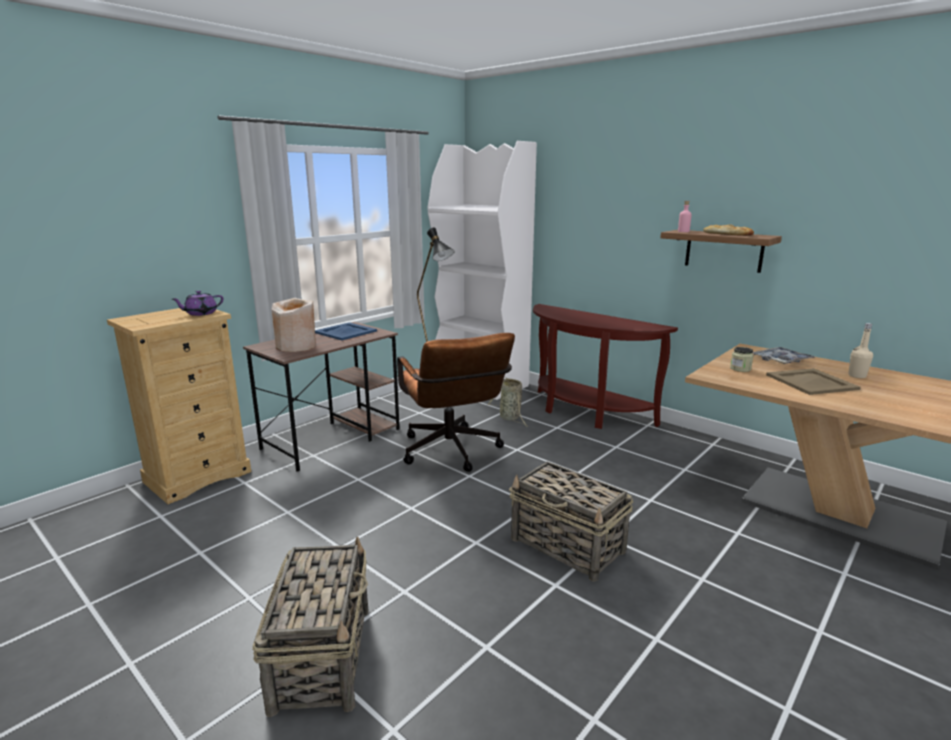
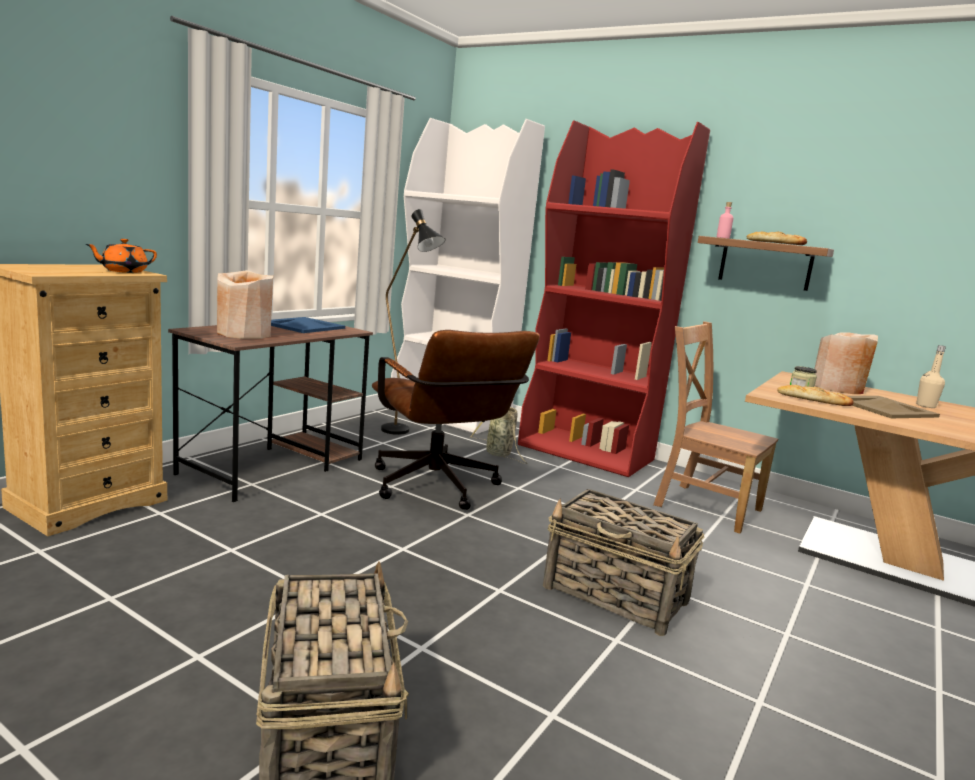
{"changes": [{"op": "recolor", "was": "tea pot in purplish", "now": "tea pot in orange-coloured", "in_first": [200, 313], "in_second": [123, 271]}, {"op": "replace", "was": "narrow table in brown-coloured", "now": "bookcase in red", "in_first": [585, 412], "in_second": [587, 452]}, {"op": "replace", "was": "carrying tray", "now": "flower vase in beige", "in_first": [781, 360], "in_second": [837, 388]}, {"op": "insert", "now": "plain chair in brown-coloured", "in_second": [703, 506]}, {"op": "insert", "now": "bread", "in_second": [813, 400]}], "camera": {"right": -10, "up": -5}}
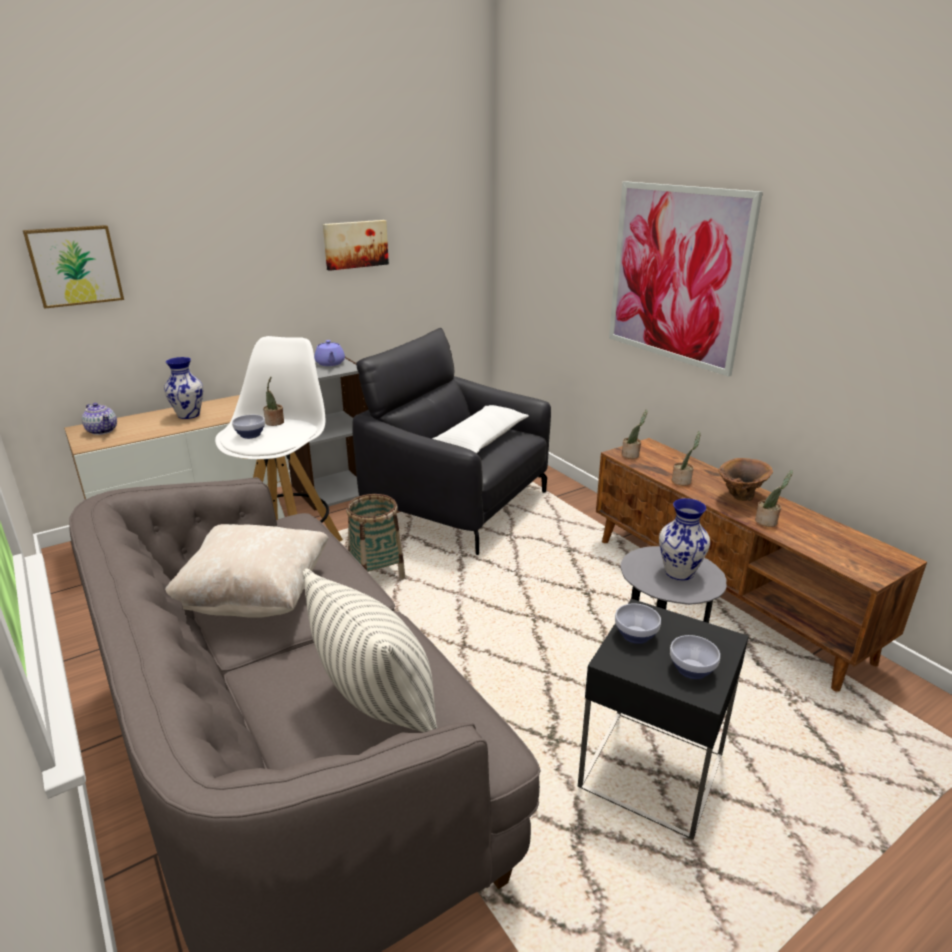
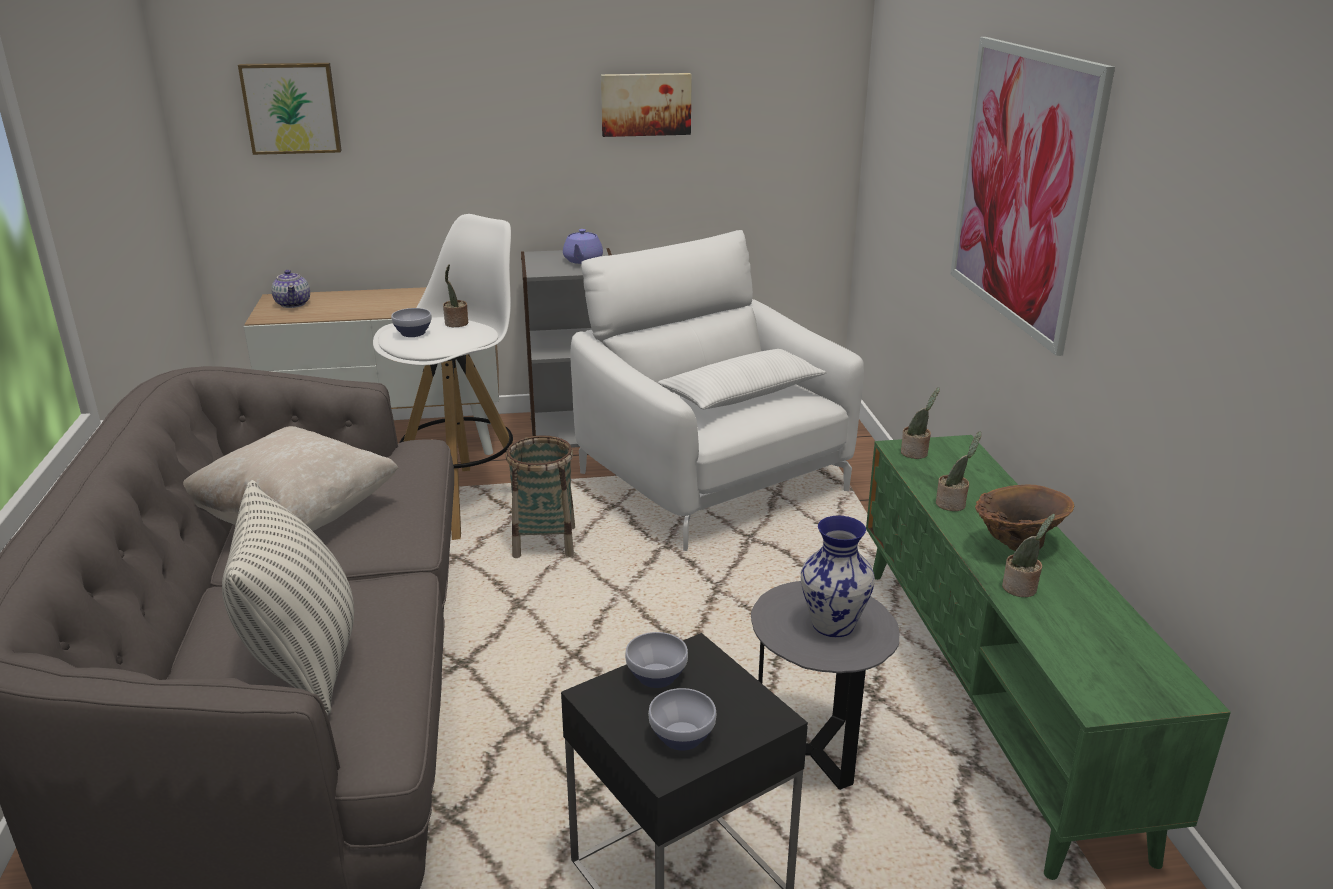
{"changes": [{"op": "delete", "was": "flower vase", "in_first": [189, 415]}, {"op": "recolor", "was": "lounge chair in blackish", "now": "lounge chair in white", "in_first": [457, 505], "in_second": [713, 482]}, {"op": "recolor", "was": "tv unit in brown-coloured", "now": "tv unit in green", "in_first": [723, 595], "in_second": [992, 697]}], "camera": {"right": 25, "up": 0}}
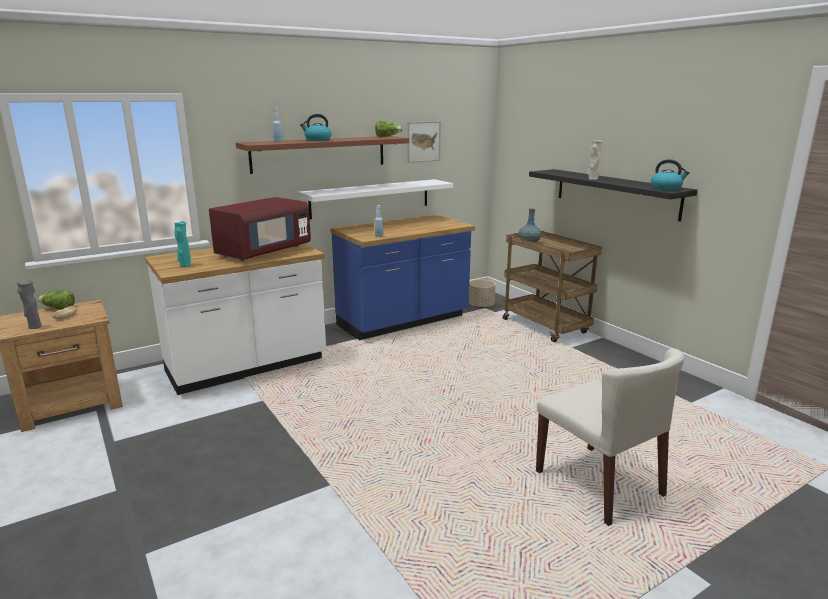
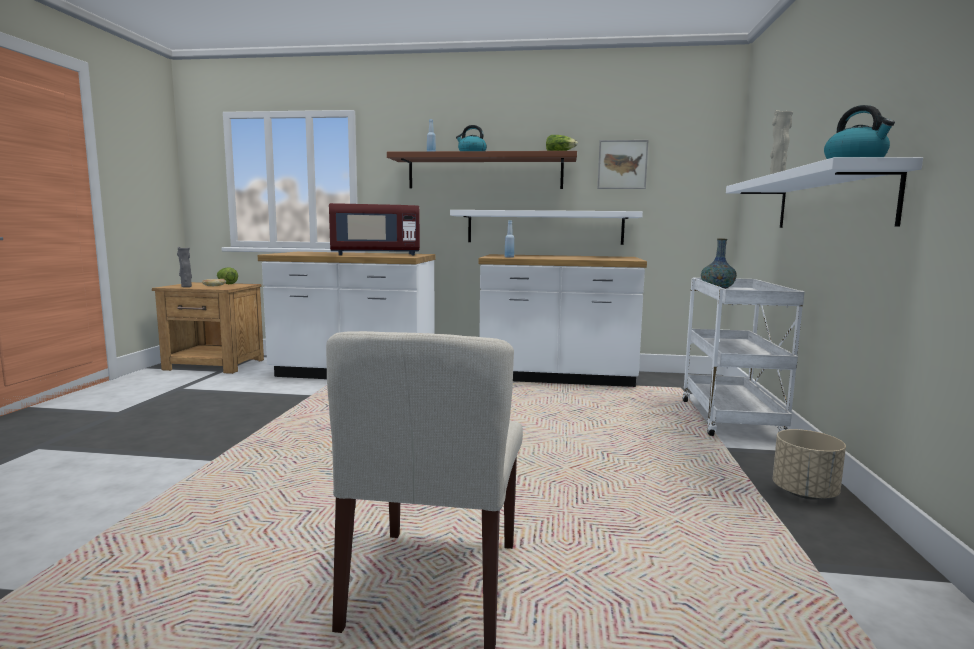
{"changes": [{"op": "delete", "was": "flower vase in turquoise-coloured", "in_first": [185, 265]}, {"op": "recolor", "was": "counter in blue", "now": "counter in white", "in_first": [403, 322], "in_second": [557, 378]}, {"op": "move", "was": "planter in beige", "in_first": [481, 306], "in_second": [805, 493]}, {"op": "recolor", "was": "cart in brown-coloured", "now": "cart in white", "in_first": [546, 327], "in_second": [731, 421]}, {"op": "recolor", "was": "shelf in blackish", "now": "shelf in white", "in_first": [615, 193], "in_second": [830, 201]}], "camera": {"right": 40, "up": -10}}
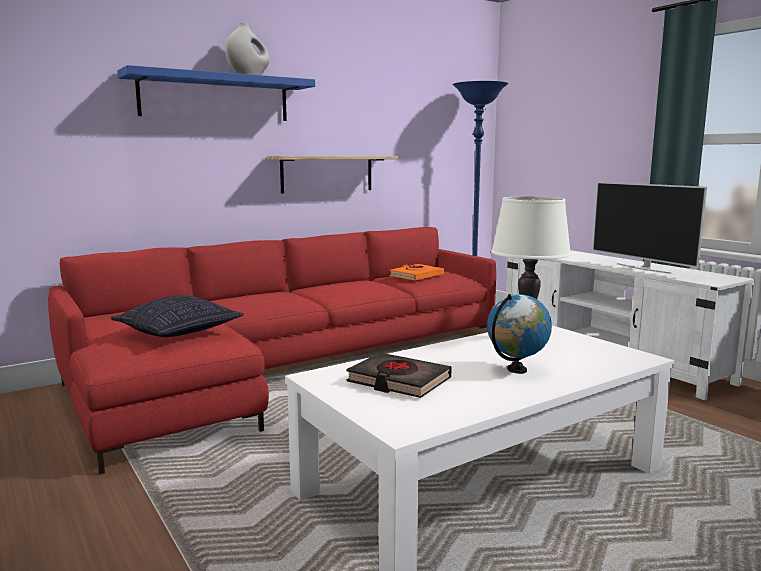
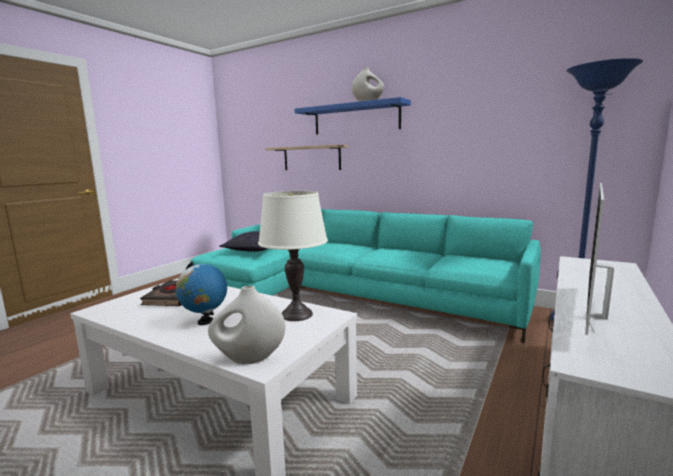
{"changes": [{"op": "recolor", "was": "couch in red", "now": "couch in turquoise-coloured", "in_first": [285, 369], "in_second": [348, 296]}, {"op": "move", "was": "shelf", "in_first": [327, 173], "in_second": [311, 158]}, {"op": "delete", "was": "bound book in orange-coloured", "in_first": [416, 276]}, {"op": "insert", "now": "flower vase in white", "in_second": [249, 359]}], "camera": {"right": 65, "up": 0}}
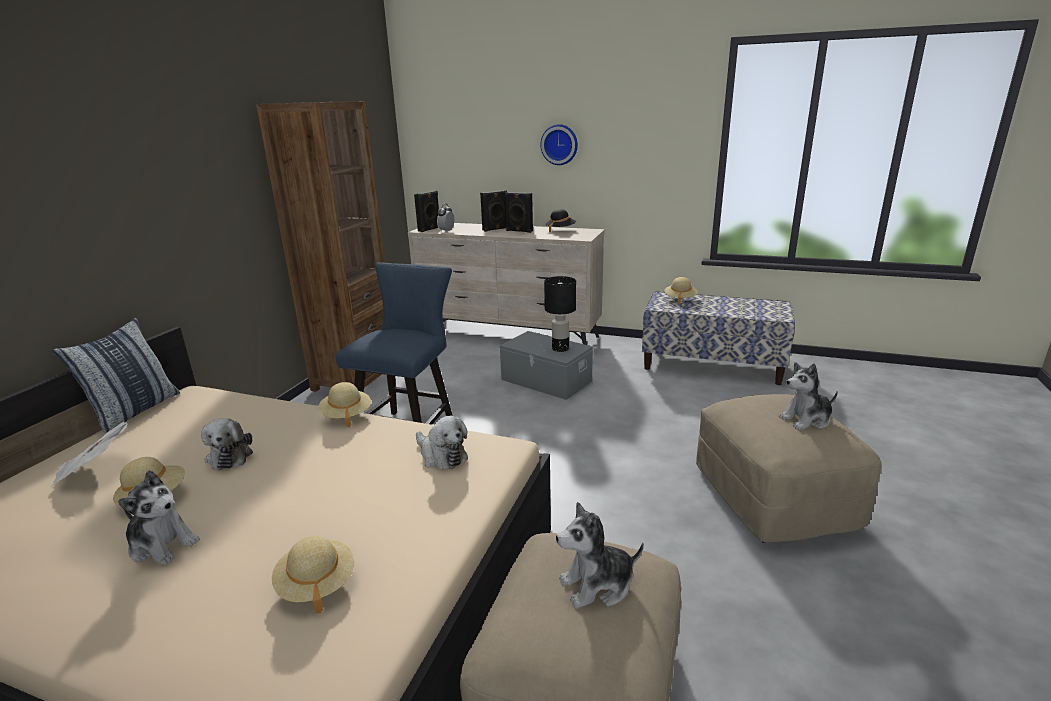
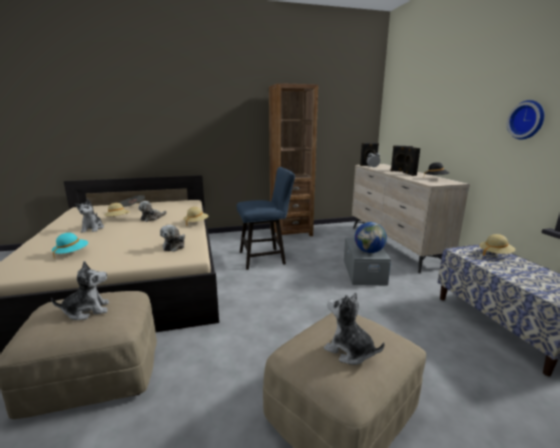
{"changes": [{"op": "delete", "was": "pillow", "in_first": [135, 411]}, {"op": "recolor", "was": "clothing hat in beige", "now": "clothing hat in turquoise-coloured", "in_first": [316, 584], "in_second": [71, 253]}, {"op": "move", "was": "wall clock", "in_first": [560, 144], "in_second": [527, 120]}, {"op": "replace", "was": "lamp for a table in blackish", "now": "globe", "in_first": [560, 348], "in_second": [369, 251]}, {"op": "rotate", "was": "soft toy", "in_first": [597, 585], "in_second": [87, 310], "clockwise": 120}], "camera": {"right": 55, "up": -5}}
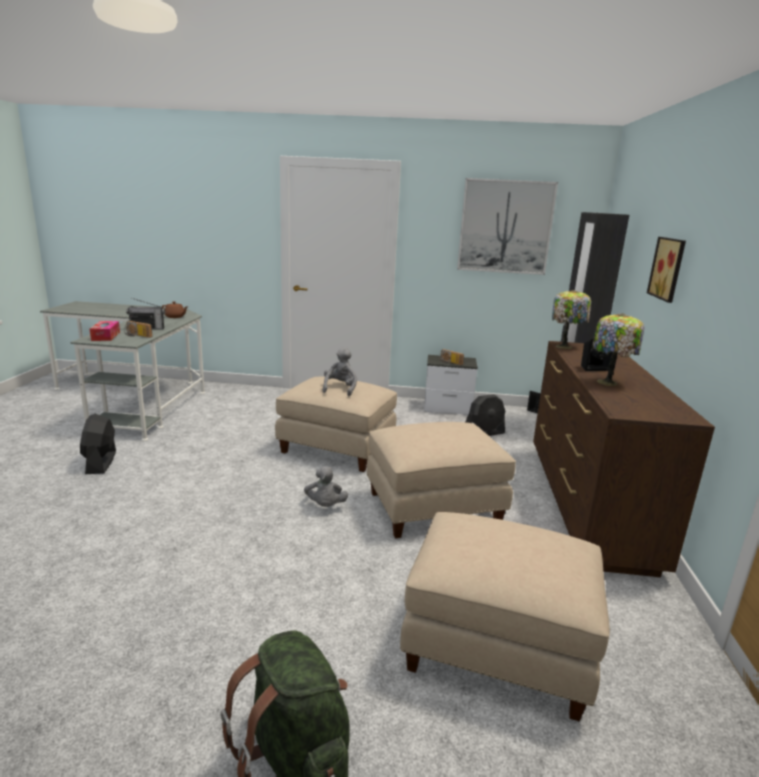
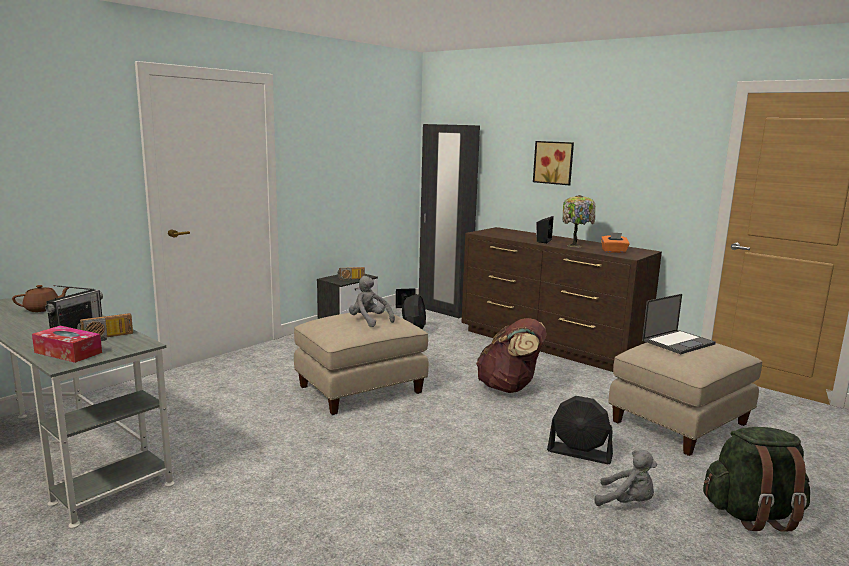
{"changes": [{"op": "move", "was": "fan in blackish", "in_first": [101, 462], "in_second": [580, 453]}, {"op": "move", "was": "soft toy in gray", "in_first": [325, 506], "in_second": [627, 502]}, {"op": "replace", "was": "pouffe in beige", "now": "rucksack in brown-coloured", "in_first": [433, 509], "in_second": [510, 387]}, {"op": "delete", "was": "wall art", "in_first": [505, 227]}, {"op": "delete", "was": "lamp for a table", "in_first": [565, 346]}, {"op": "insert", "now": "tissue holder in orange-coloured", "in_second": [614, 251]}, {"op": "insert", "now": "notebook computer", "in_second": [678, 342]}], "camera": {"right": -55, "up": -5}}
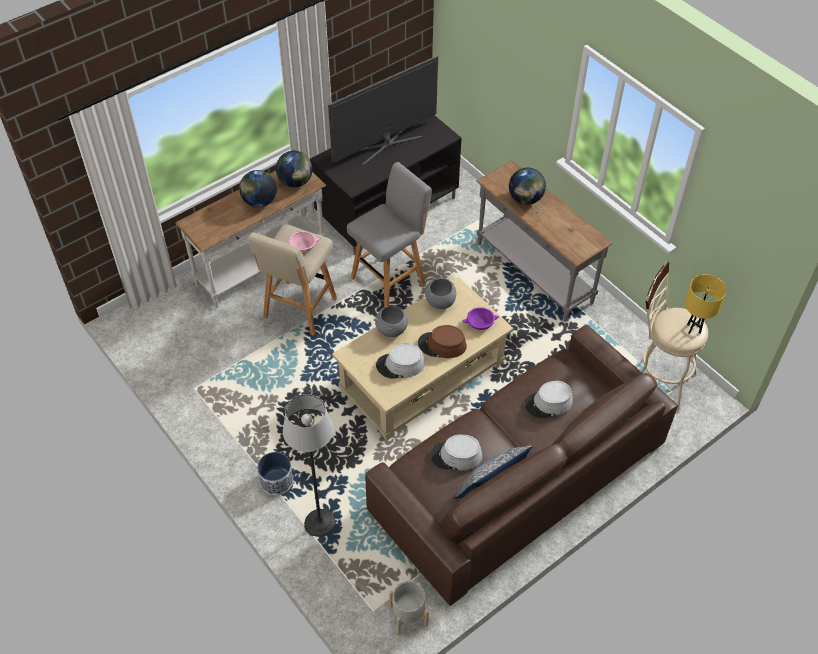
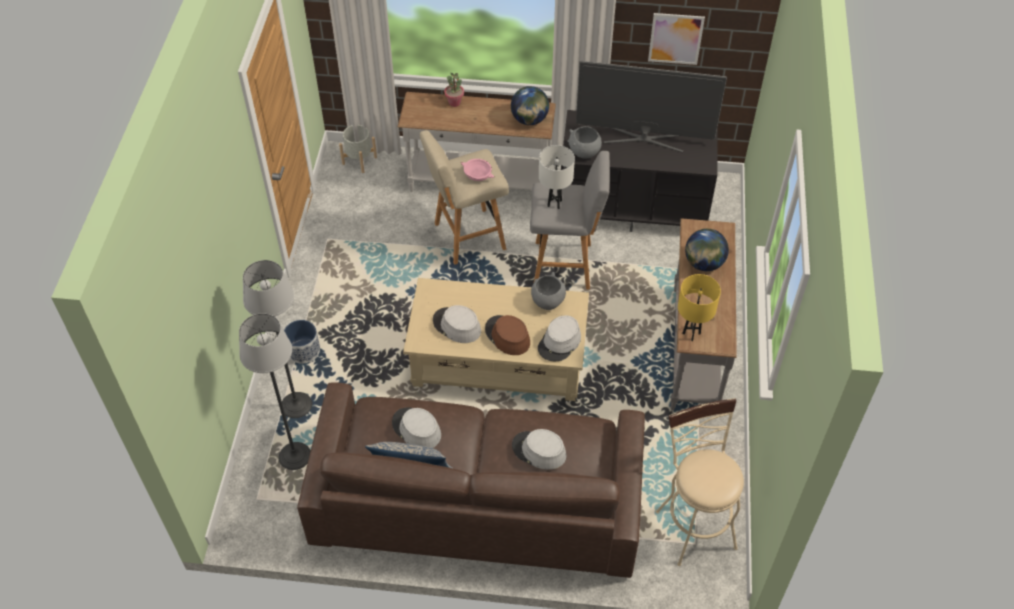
{"changes": [{"op": "delete", "was": "globe", "in_first": [259, 201]}, {"op": "move", "was": "deep dish in gray", "in_first": [391, 330], "in_second": [584, 153]}, {"op": "move", "was": "planter in gray", "in_first": [409, 615], "in_second": [359, 160]}, {"op": "replace", "was": "deep dish in purplish", "now": "clothing hat in gray", "in_first": [480, 323], "in_second": [559, 342]}, {"op": "move", "was": "lamp for a table in yellow", "in_first": [694, 329], "in_second": [691, 333]}, {"op": "insert", "now": "standing lamp", "in_second": [295, 456]}, {"op": "insert", "now": "plant in a pot", "in_second": [454, 102]}, {"op": "insert", "now": "lamp for a table in white", "in_second": [554, 203]}, {"op": "insert", "now": "wall art", "in_second": [675, 38]}], "camera": {"right": 45, "up": 0}}
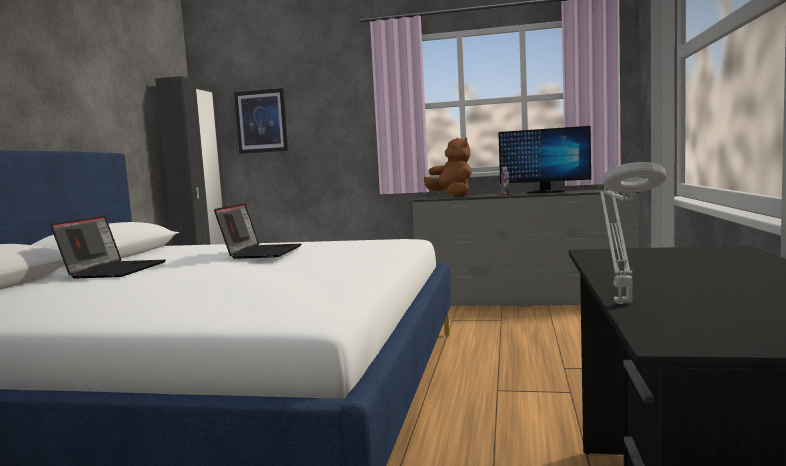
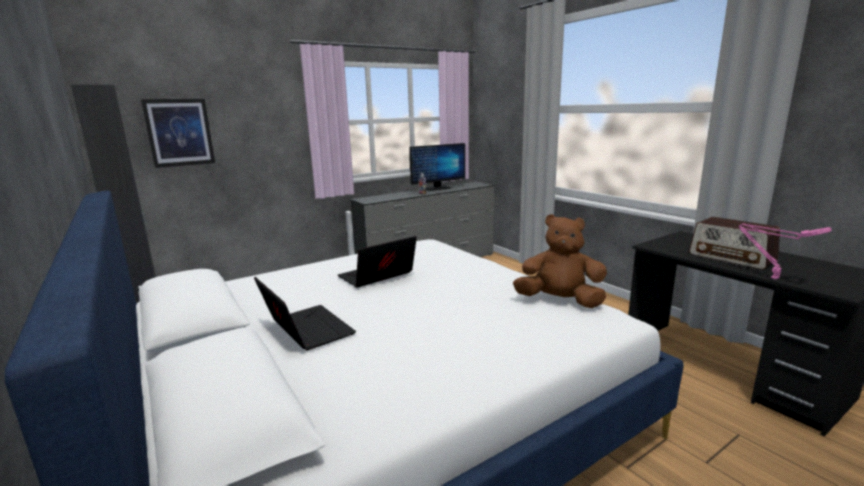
{"changes": [{"op": "rotate", "was": "notebook computer", "in_first": [261, 252], "in_second": [377, 277], "clockwise": -90}, {"op": "move", "was": "soft toy in brown-coloured", "in_first": [452, 196], "in_second": [559, 301]}, {"op": "recolor", "was": "lamp for a table in gray", "now": "lamp for a table in pinkish", "in_first": [621, 301], "in_second": [771, 277]}, {"op": "insert", "now": "radio receiver", "in_second": [731, 258]}], "camera": {"right": -45, "up": 10}}
